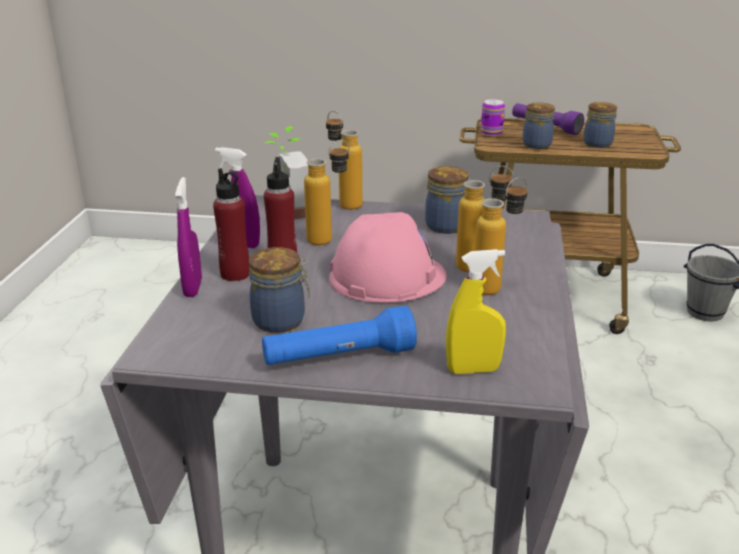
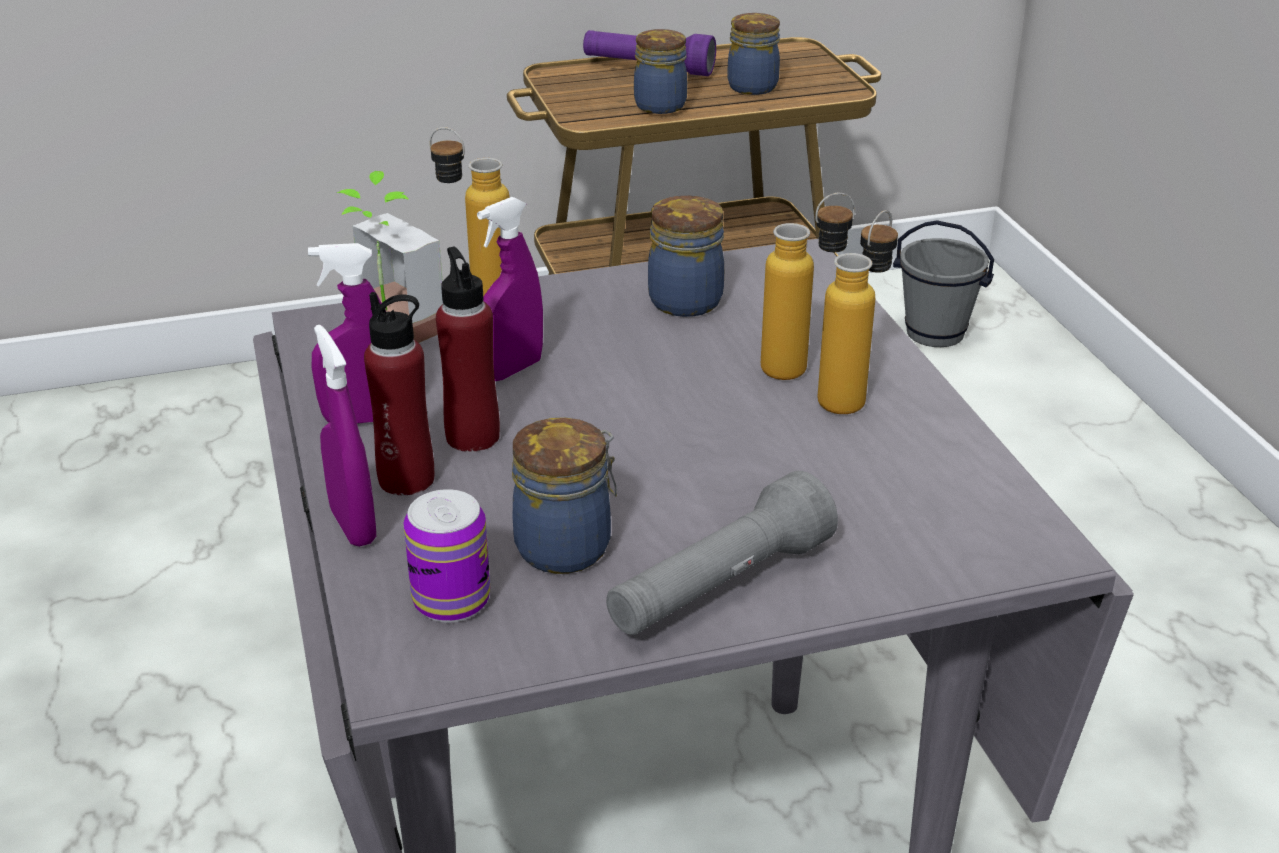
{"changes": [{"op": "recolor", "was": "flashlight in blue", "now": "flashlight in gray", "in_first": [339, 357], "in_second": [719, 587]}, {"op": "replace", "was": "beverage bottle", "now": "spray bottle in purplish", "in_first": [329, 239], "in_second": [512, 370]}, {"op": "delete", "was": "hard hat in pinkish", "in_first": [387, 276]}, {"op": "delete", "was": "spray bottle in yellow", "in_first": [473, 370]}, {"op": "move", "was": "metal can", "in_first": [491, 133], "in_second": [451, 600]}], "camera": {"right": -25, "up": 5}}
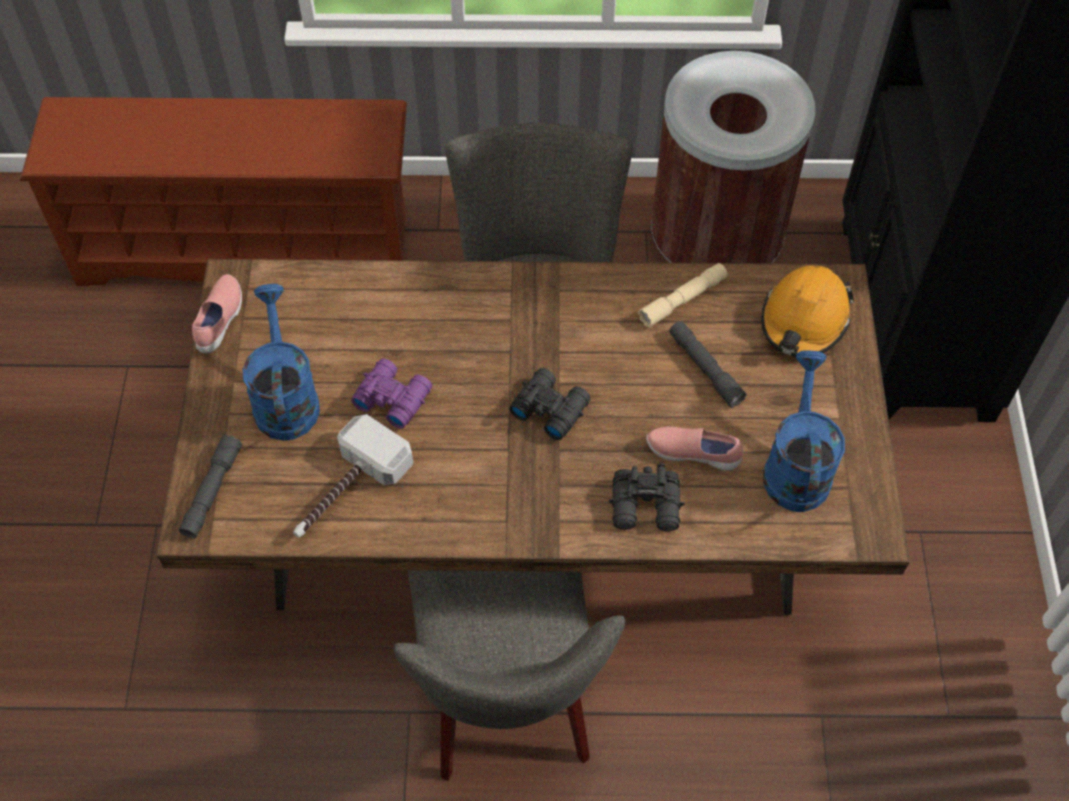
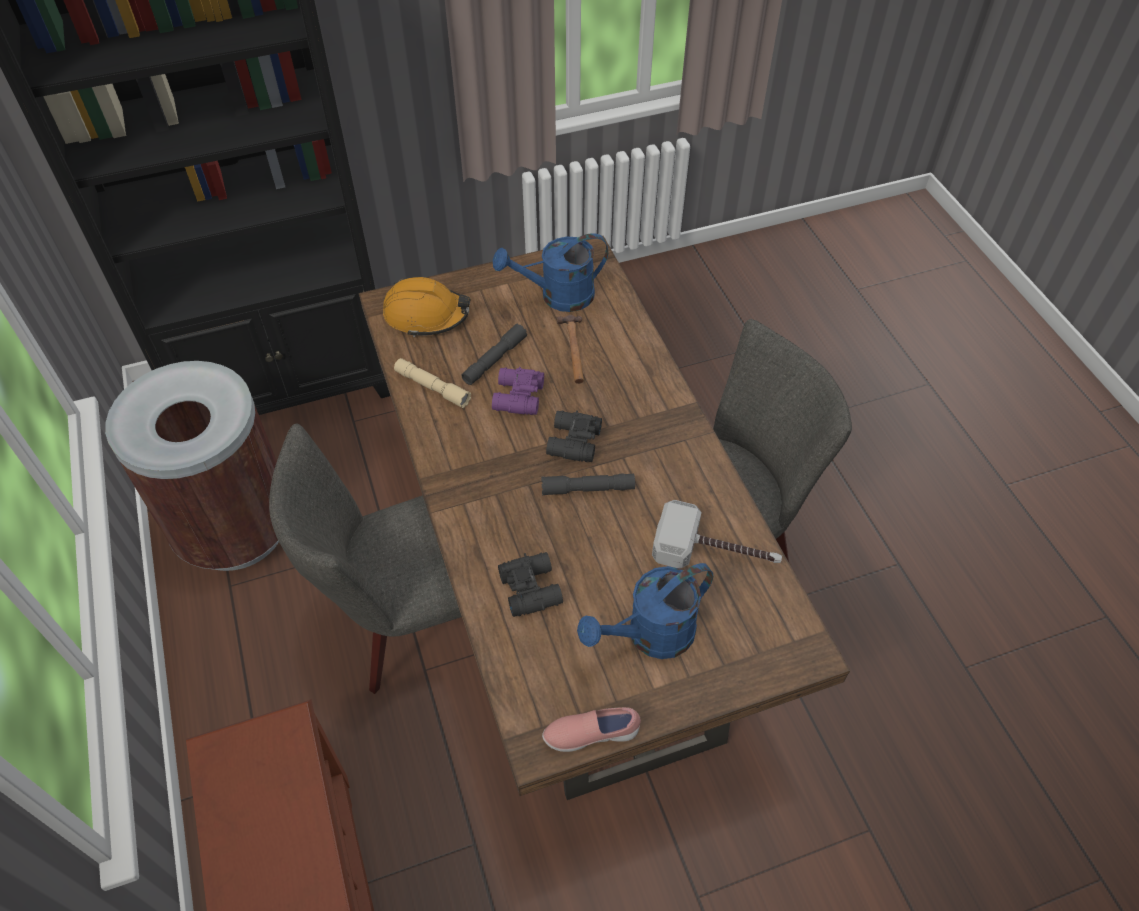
{"changes": [{"op": "move", "was": "flashlight in gray", "in_first": [212, 491], "in_second": [588, 489]}, {"op": "move", "was": "field glasses in purplish", "in_first": [392, 397], "in_second": [517, 398]}, {"op": "move", "was": "field glasses in blackish", "in_first": [647, 507], "in_second": [531, 587]}, {"op": "replace", "was": "low shoe in pinkish", "now": "hammer", "in_first": [692, 453], "in_second": [573, 350]}], "camera": {"right": -110, "up": -5}}
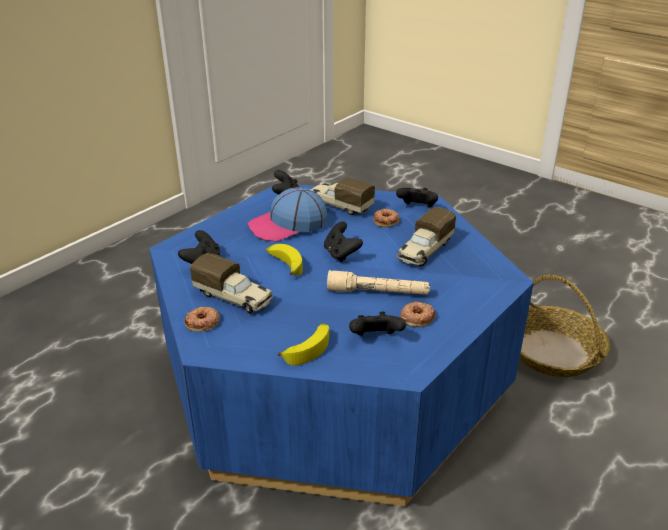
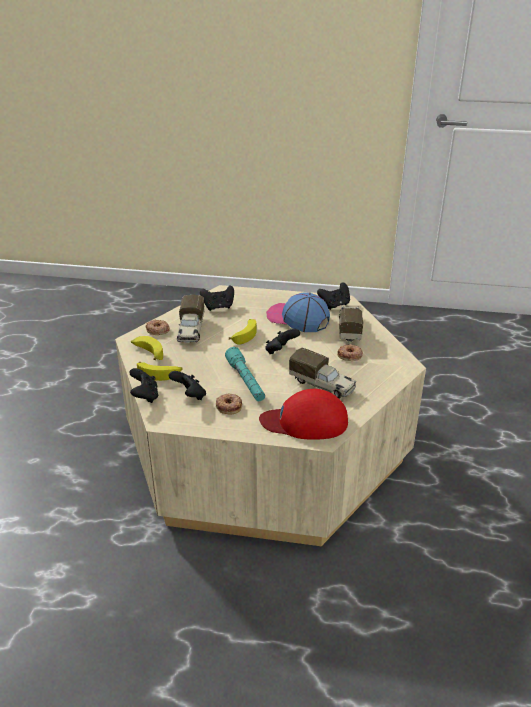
{"changes": [{"op": "recolor", "was": "low table in blue", "now": "low table in beige", "in_first": [335, 379], "in_second": [265, 447]}, {"op": "recolor", "was": "flashlight in beige", "now": "flashlight in turquoise-coloured", "in_first": [378, 292], "in_second": [245, 381]}, {"op": "move", "was": "game controller in blackish", "in_first": [417, 208], "in_second": [145, 396]}, {"op": "rotate", "was": "toy truck", "in_first": [424, 251], "in_second": [323, 385], "clockwise": -150}, {"op": "delete", "was": "household basket", "in_first": [553, 352]}, {"op": "insert", "now": "banana fruit", "in_second": [147, 352]}, {"op": "insert", "now": "cap in red", "in_second": [305, 422]}], "camera": {"right": 60, "up": 0}}
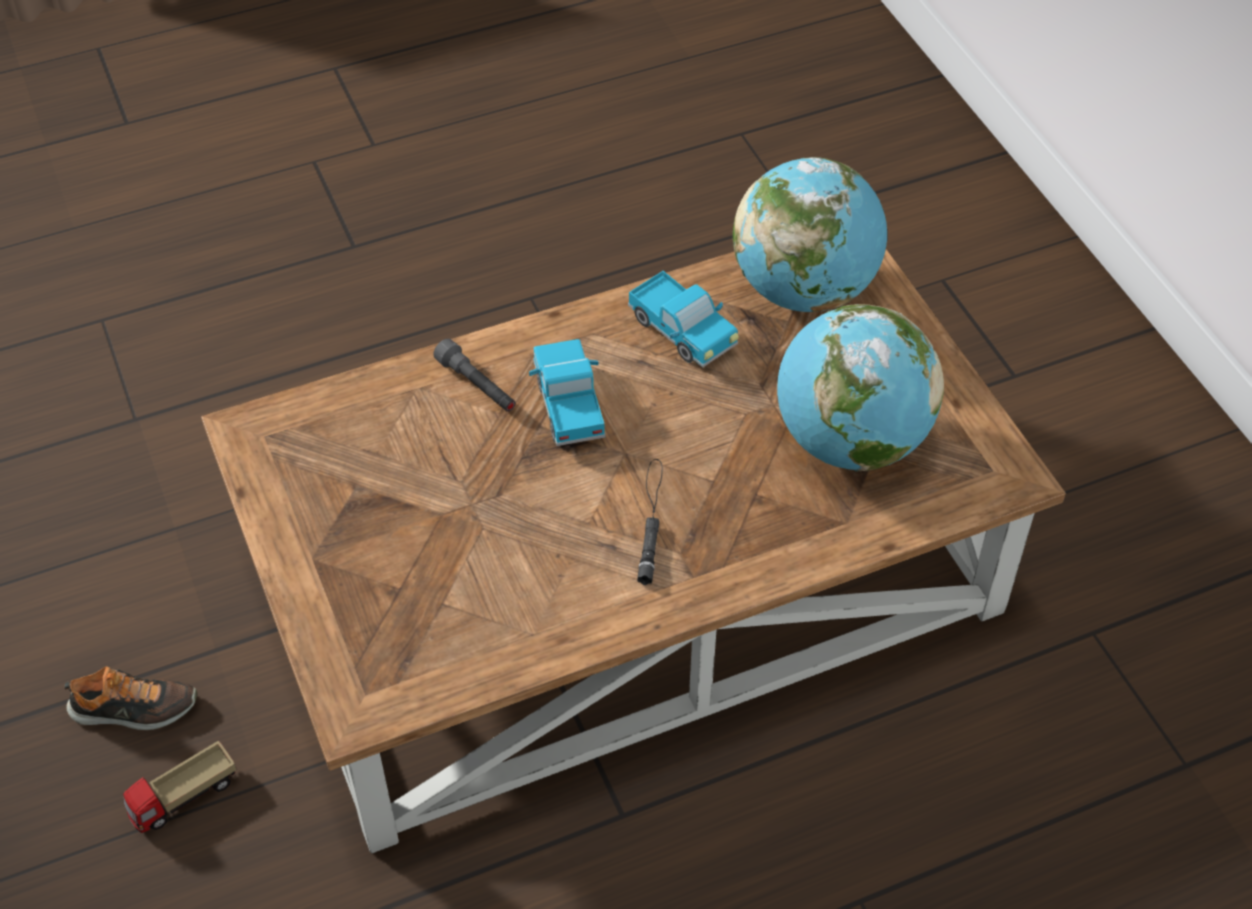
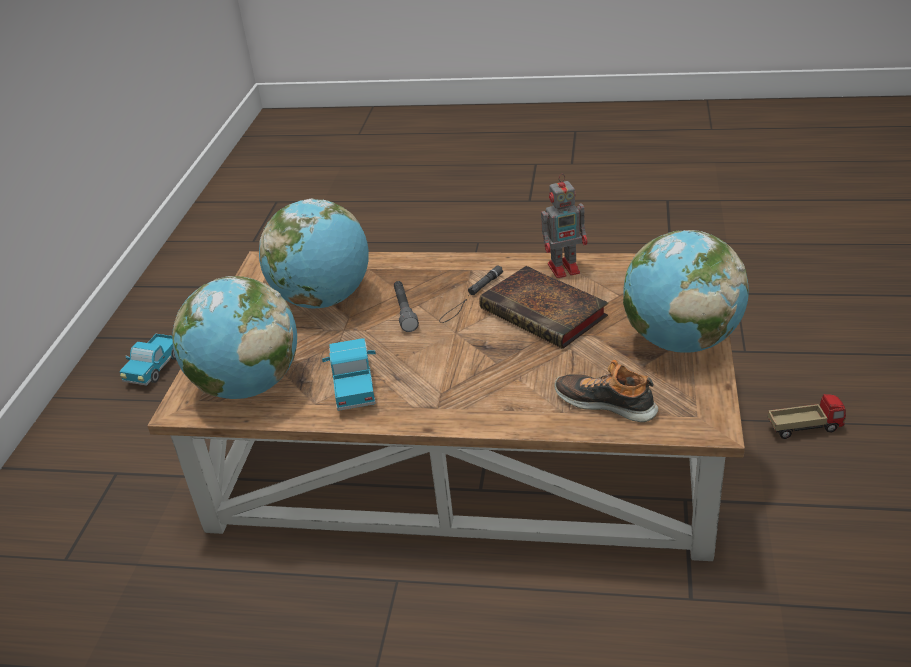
{"changes": [{"op": "move", "was": "low shoe", "in_first": [134, 709], "in_second": [606, 403]}, {"op": "move", "was": "flashlight in gray", "in_first": [477, 386], "in_second": [404, 311]}, {"op": "move", "was": "toy truck", "in_first": [568, 405], "in_second": [154, 369]}, {"op": "insert", "now": "bound book", "in_second": [546, 313]}, {"op": "insert", "now": "toy robot", "in_second": [565, 268]}, {"op": "insert", "now": "globe", "in_second": [681, 341]}], "camera": {"right": -145, "up": -15}}
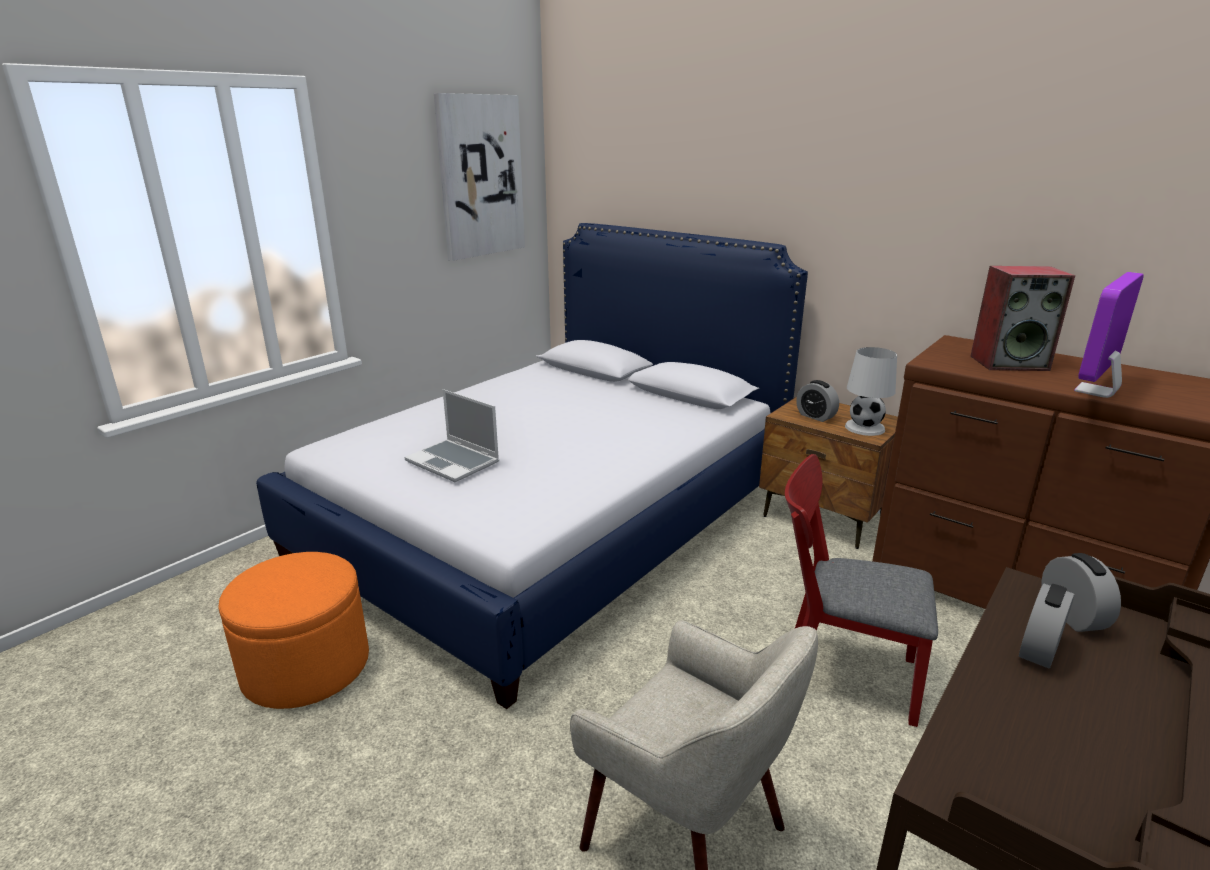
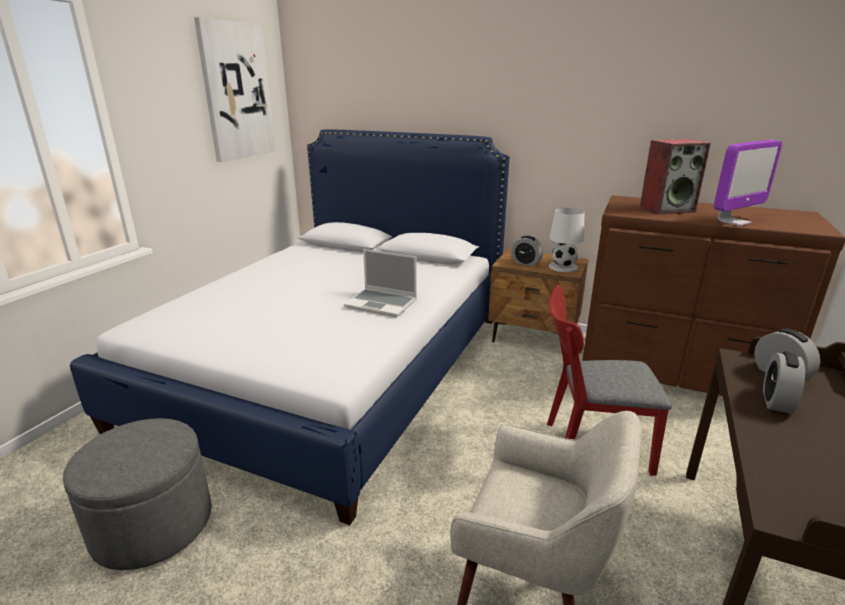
{"changes": [{"op": "recolor", "was": "pouffe in orange-coloured", "now": "pouffe in gray", "in_first": [306, 667], "in_second": [153, 524]}, {"op": "move", "was": "notebook computer", "in_first": [454, 462], "in_second": [382, 304]}, {"op": "rotate", "was": "monitor", "in_first": [1096, 391], "in_second": [733, 222], "clockwise": -150}], "camera": {"right": -15, "up": 0}}
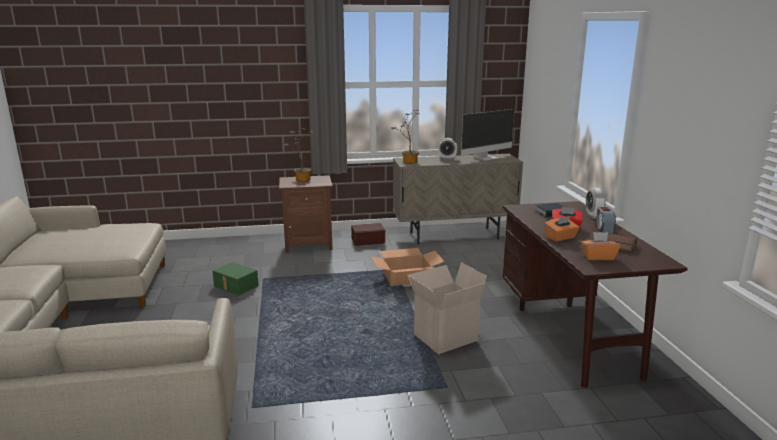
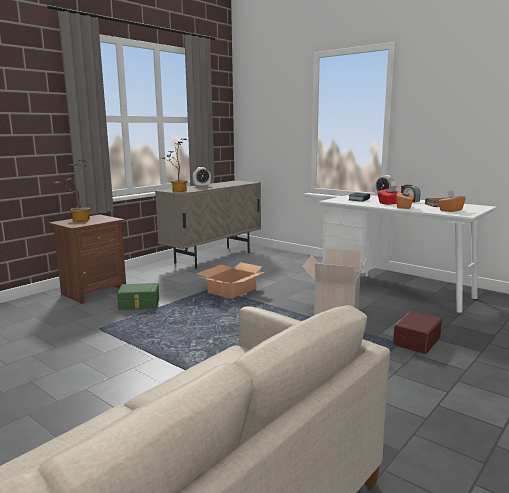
{"changes": [{"op": "move", "was": "storage bin in green", "in_first": [235, 286], "in_second": [139, 304]}, {"op": "move", "was": "storage bin in brown-coloured", "in_first": [367, 240], "in_second": [415, 341]}, {"op": "delete", "was": "monitor", "in_first": [486, 157]}, {"op": "recolor", "was": "desk table in brown-coloured", "now": "desk table in white", "in_first": [570, 334], "in_second": [398, 289]}], "camera": {"right": -40, "up": -5}}
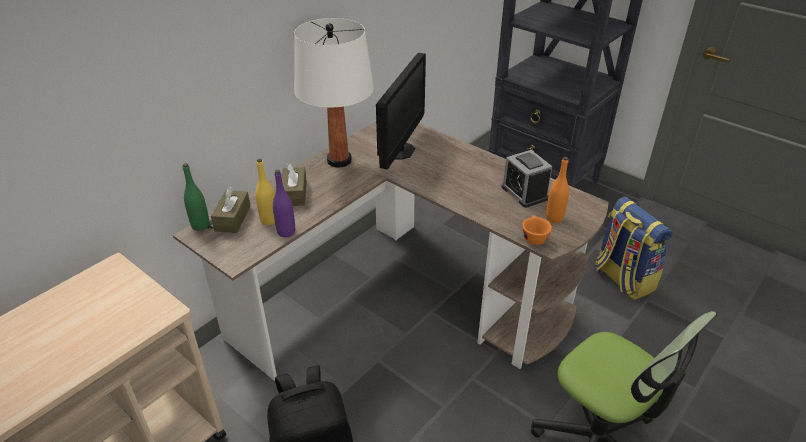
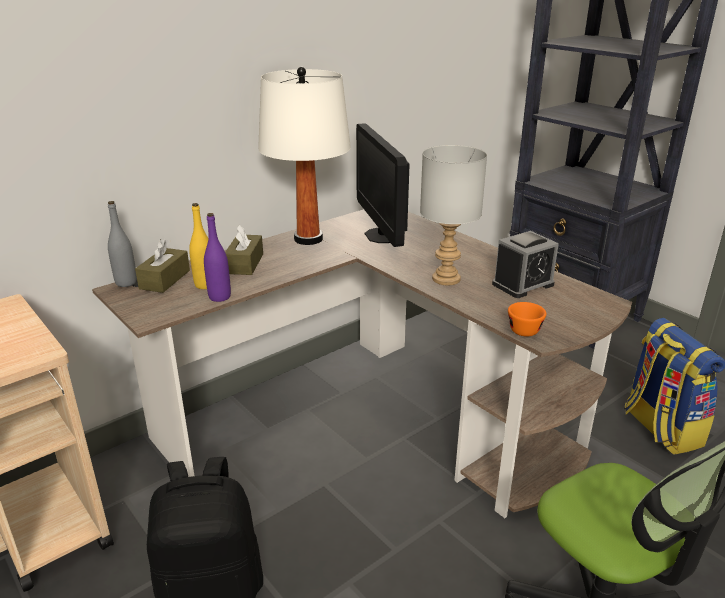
{"changes": [{"op": "recolor", "was": "beverage bottle in green", "now": "beverage bottle in gray", "in_first": [200, 225], "in_second": [126, 282]}, {"op": "rotate", "was": "monitor", "in_first": [400, 151], "in_second": [382, 235], "clockwise": 135}, {"op": "rotate", "was": "table clock", "in_first": [524, 193], "in_second": [523, 284], "clockwise": -105}, {"op": "delete", "was": "beverage bottle in orange-coloured", "in_first": [554, 218]}, {"op": "insert", "now": "lamp for a table in gray", "in_second": [445, 279]}], "camera": {"right": 10, "up": -10}}
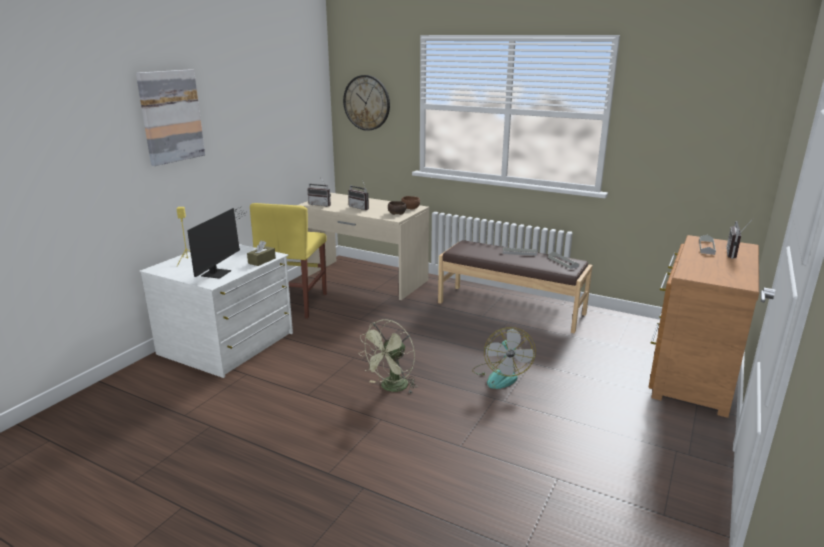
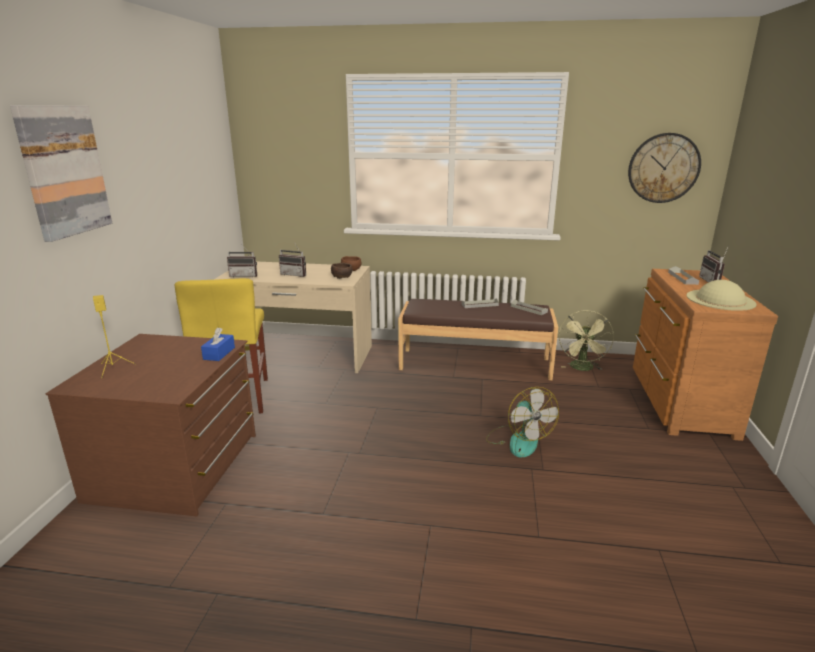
{"changes": [{"op": "recolor", "was": "drawer chest in white", "now": "drawer chest in brown-coloured", "in_first": [228, 344], "in_second": [177, 466]}, {"op": "delete", "was": "monitor", "in_first": [219, 272]}, {"op": "recolor", "was": "tissue holder in brown-coloured", "now": "tissue holder in blue", "in_first": [262, 261], "in_second": [219, 353]}, {"op": "move", "was": "wall clock", "in_first": [367, 103], "in_second": [663, 168]}, {"op": "move", "was": "fan in green", "in_first": [391, 388], "in_second": [582, 368]}, {"op": "insert", "now": "clothing hat in beige", "in_second": [720, 299]}], "camera": {"right": -20, "up": 0}}
